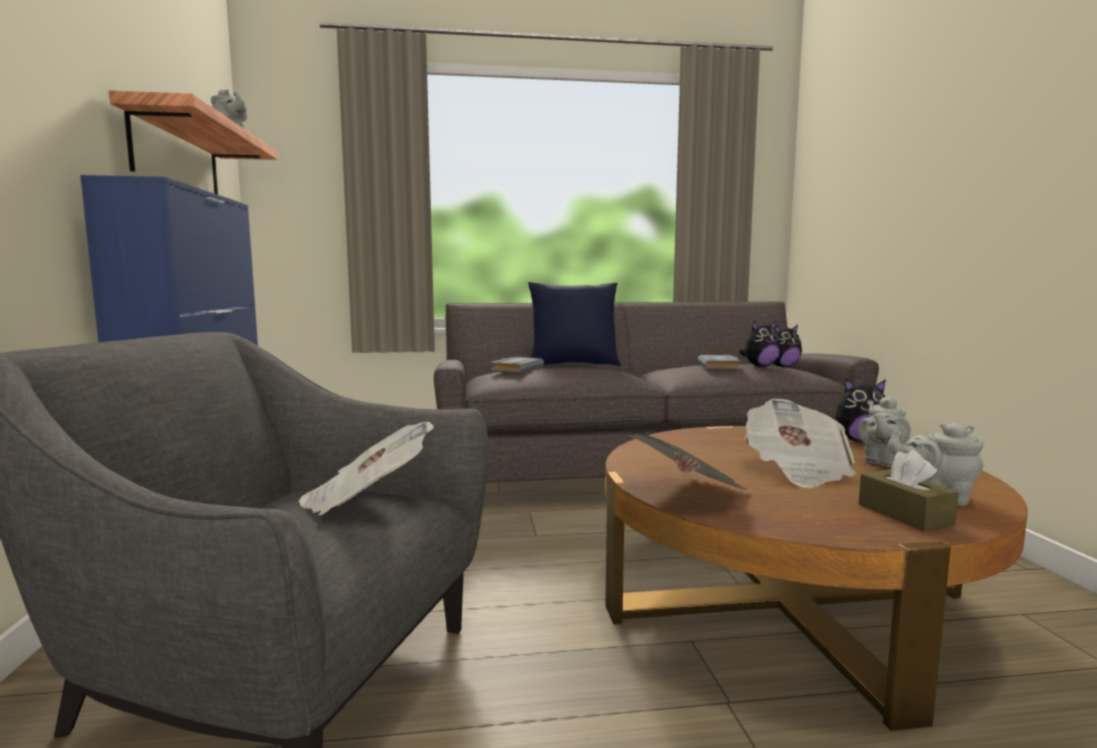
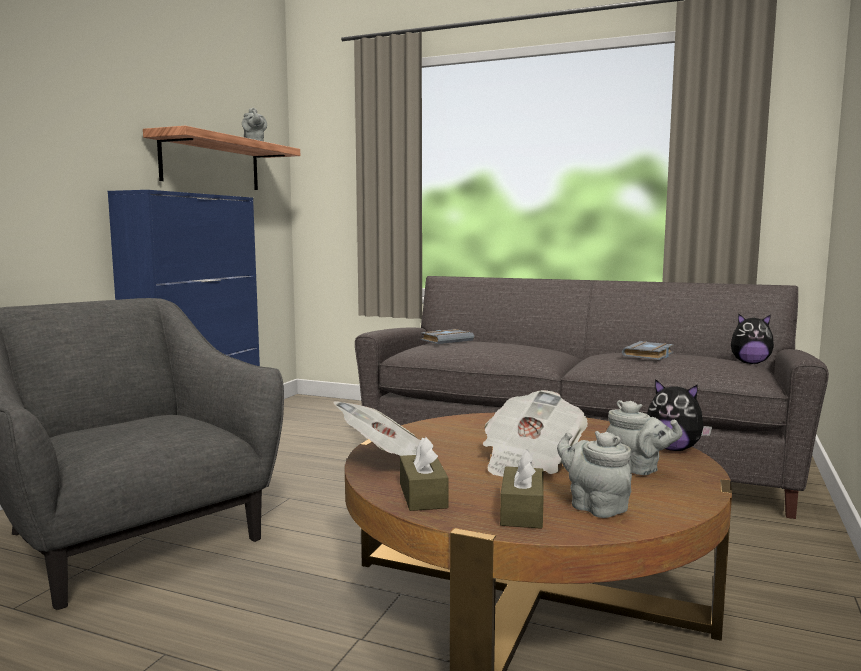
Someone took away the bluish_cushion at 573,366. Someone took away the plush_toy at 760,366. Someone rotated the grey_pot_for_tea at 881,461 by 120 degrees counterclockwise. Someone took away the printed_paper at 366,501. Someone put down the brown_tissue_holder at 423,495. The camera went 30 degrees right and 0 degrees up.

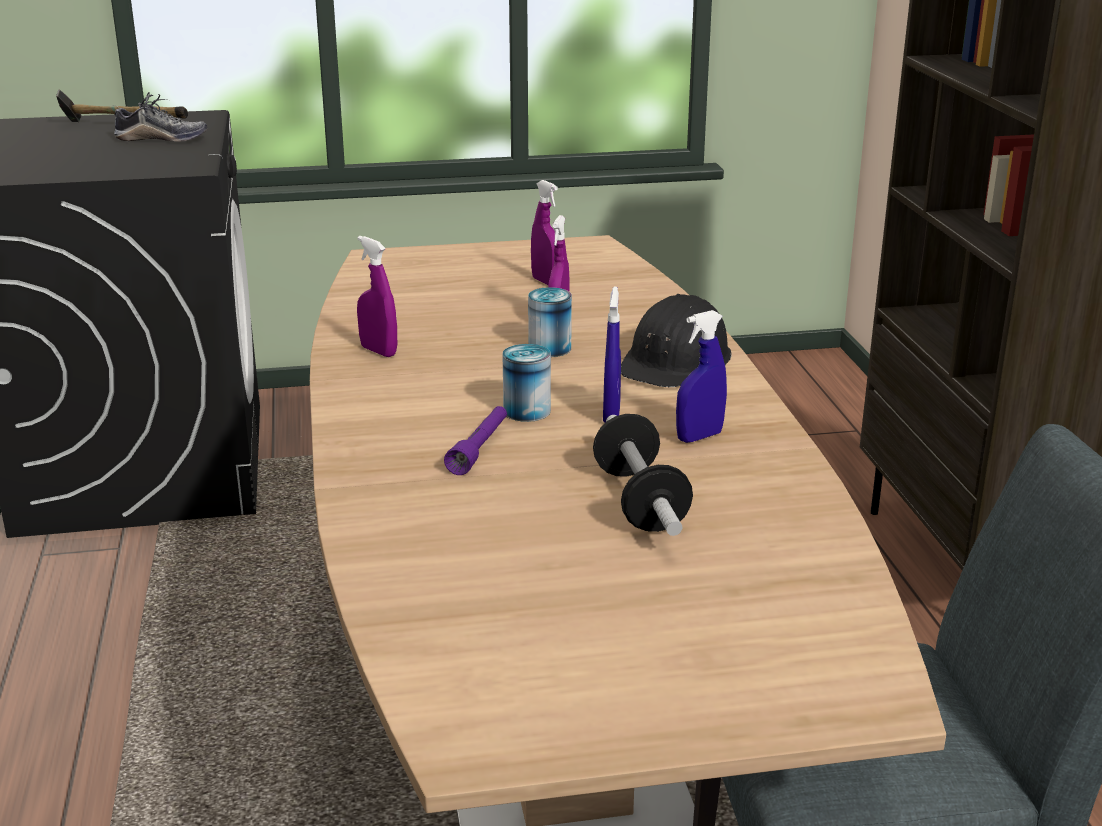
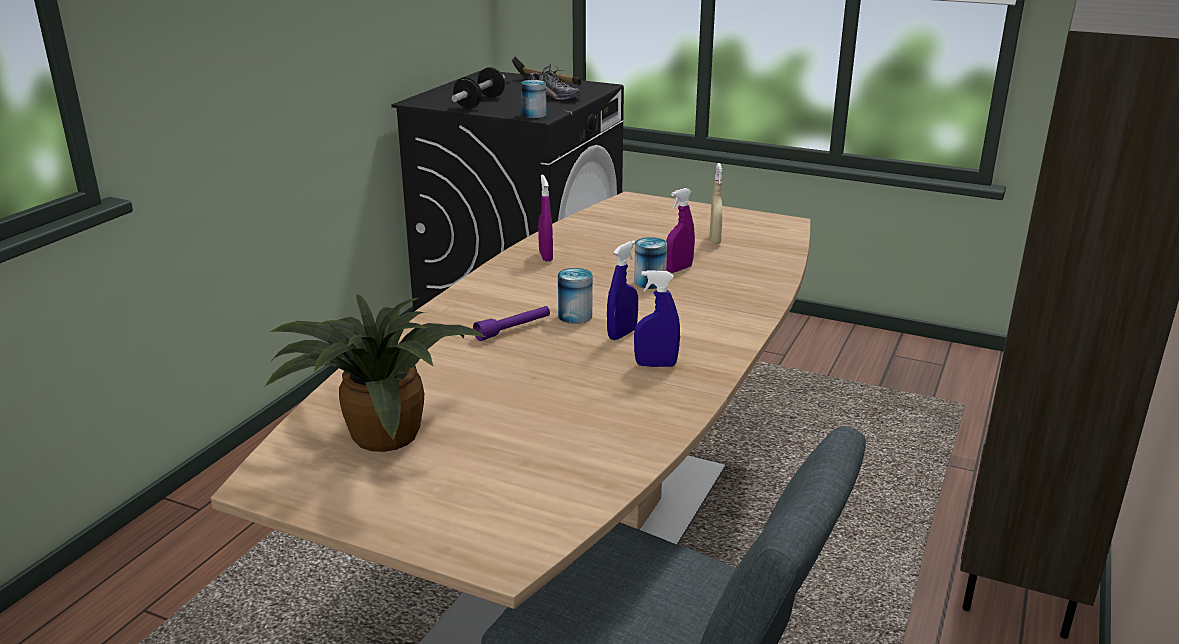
Someone repainted the purple_hand_sprayer at 546,282, which became the sand-coloured_hand_sprayer at 715,240. Someone took away the blackish_safety_helmet at 677,361. Someone carried the hand_weight from 640,501 to 480,102. Someone put down the sealed_can at 534,115. Someone put down the potted_plant at 380,433. The camera went 35 degrees right and 0 degrees up.

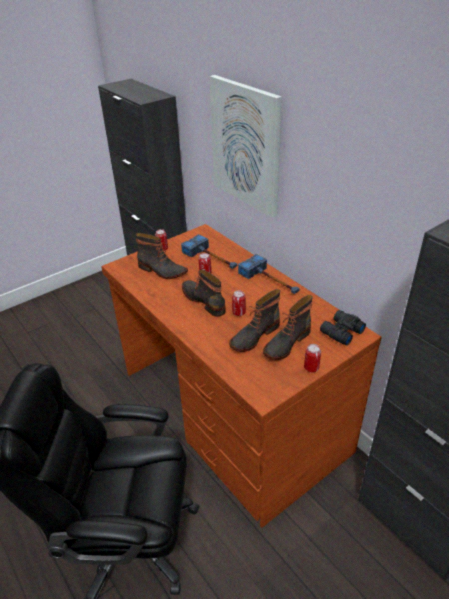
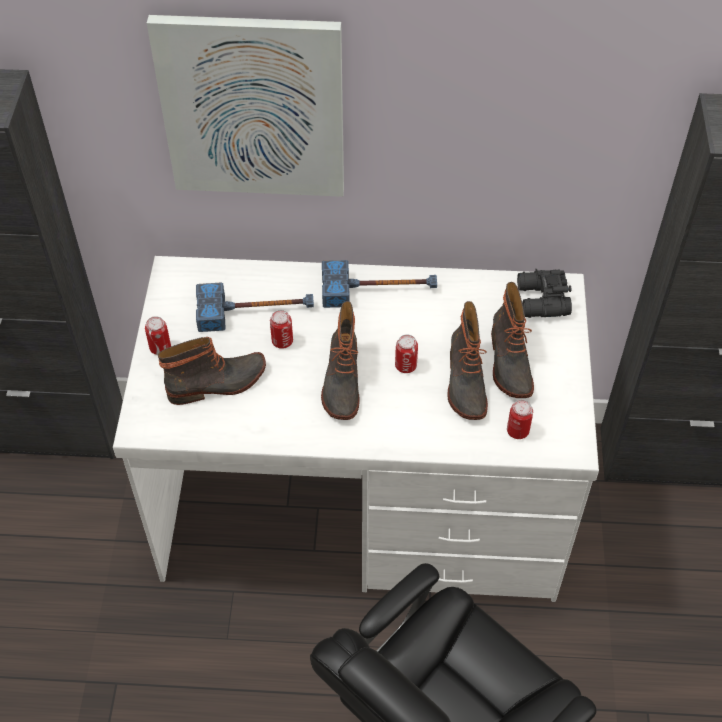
Someone repainted the brown_desk_table at 231,411, which became the white_desk_table at 363,504. Someone rotated the high-top_boot at 204,300 by 90 degrees counterclockwise. Someone carried the sealed_can from 311,368 to 517,431. The camera went 50 degrees left and 15 degrees up.

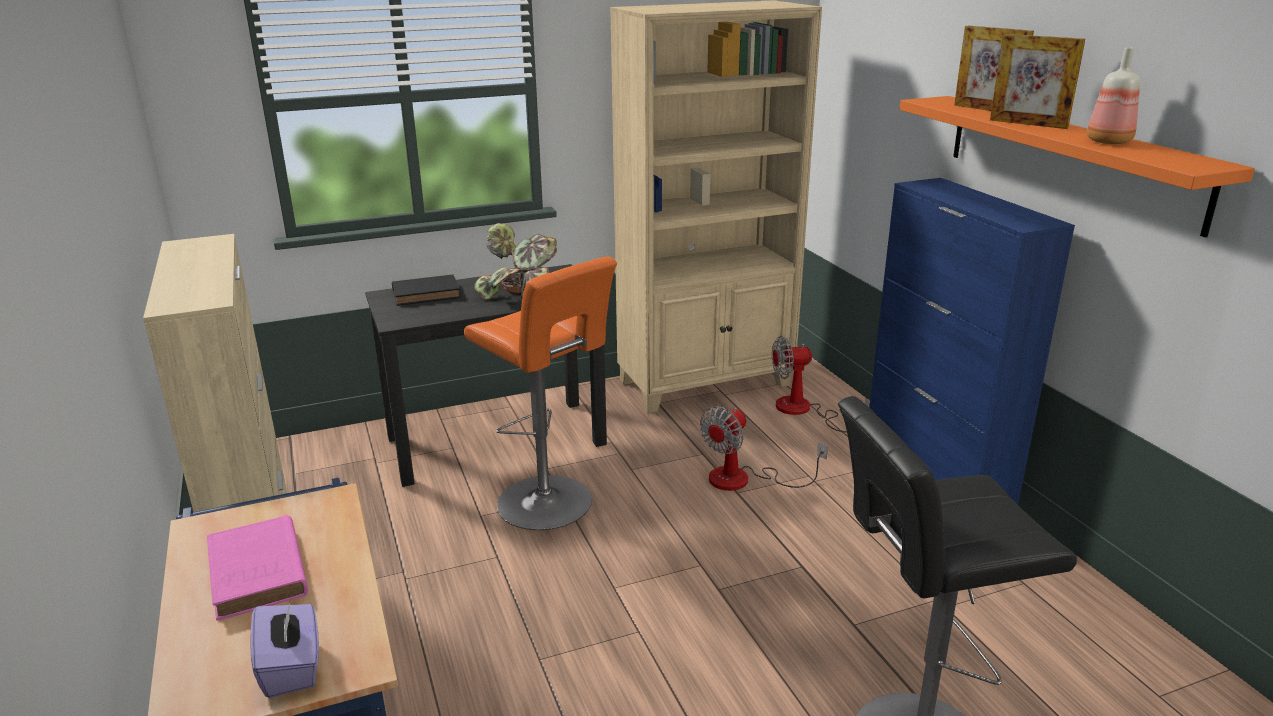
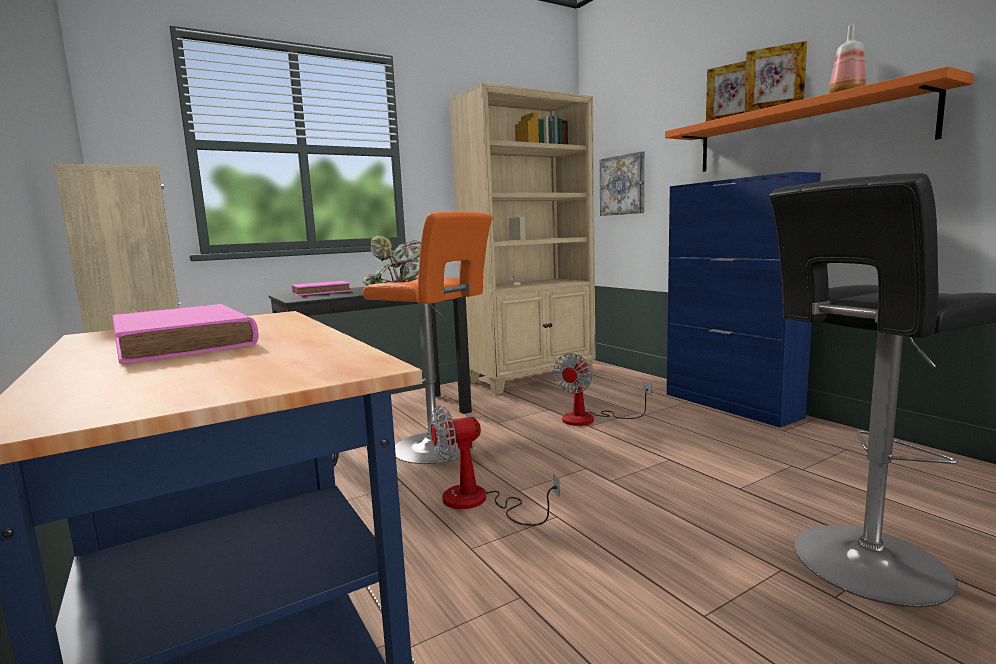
Someone repainted the blackish_volume at 428,294, which became the pinkish_volume at 323,292. Someone carried the fan from 804,411 to 478,502. Someone took away the purple_tissue_holder at 292,667. Someone put up the picture at 623,185. The camera went 10 degrees left and 15 degrees down.

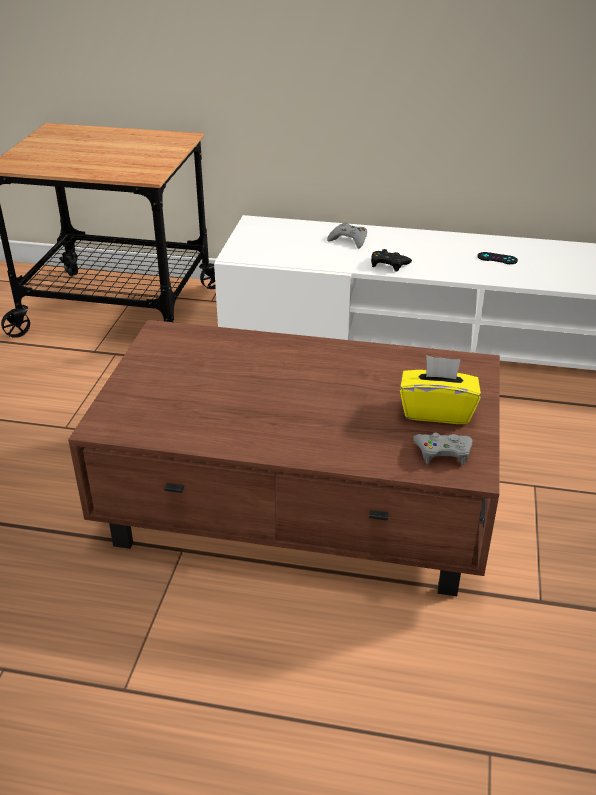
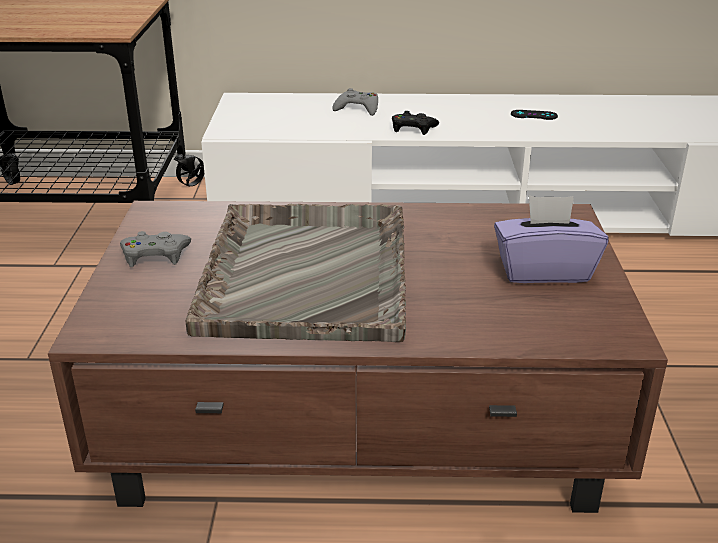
Someone repainted the yellow-coloured_tissue_holder at 437,411, which became the purple_tissue_holder at 544,270. Someone carried the grey_game_controller from 443,452 to 155,255. Someone put down the grey_serving_tray at 307,271. The camera went 10 degrees left and 5 degrees down.

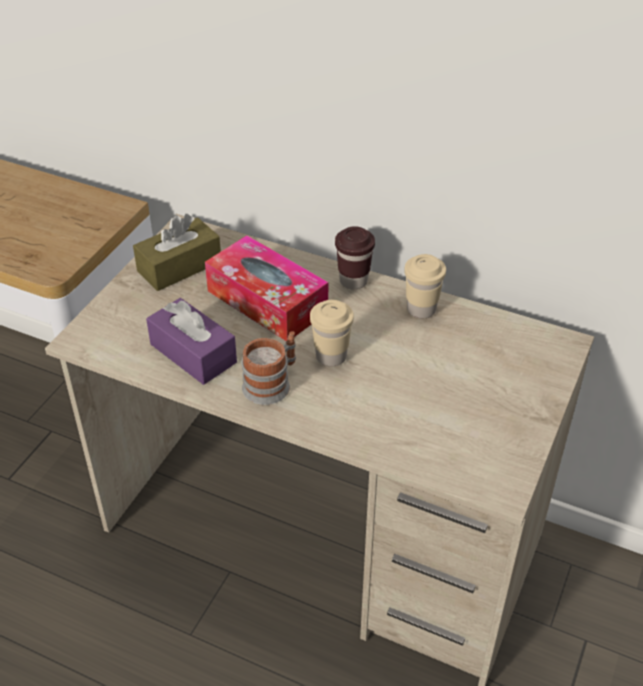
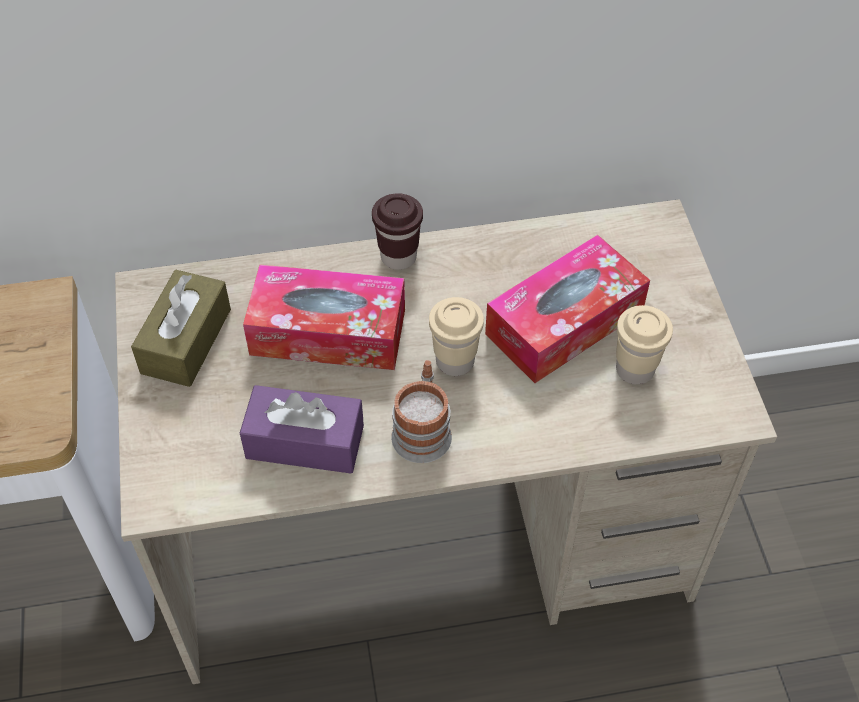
Someone carried the sand-coloured_cup from 421,309 to 635,370. Someone put down the tissue_holder at 564,323. The camera went 35 degrees left and 10 degrees up.

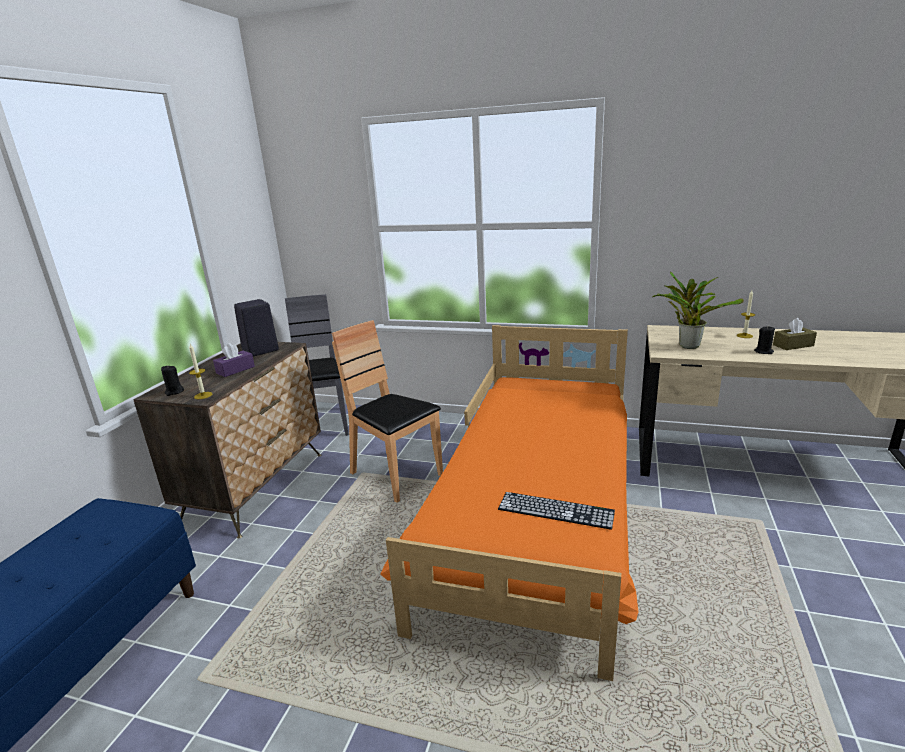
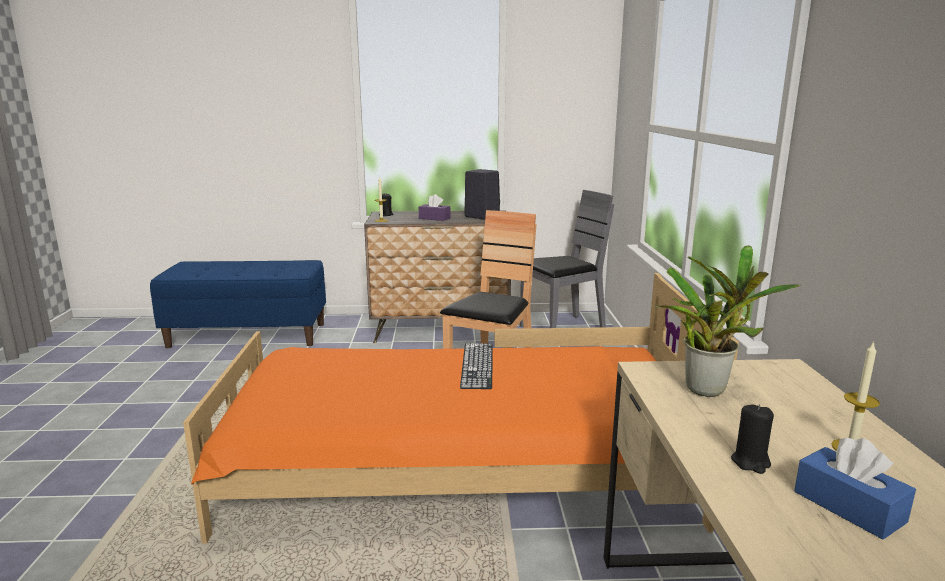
Someone repainted the brown_tissue_holder at 793,345, which became the bluish_tissue_holder at 848,506. Someone carried the PC_keyboard from 555,510 to 477,365. The camera went 70 degrees right and 5 degrees down.

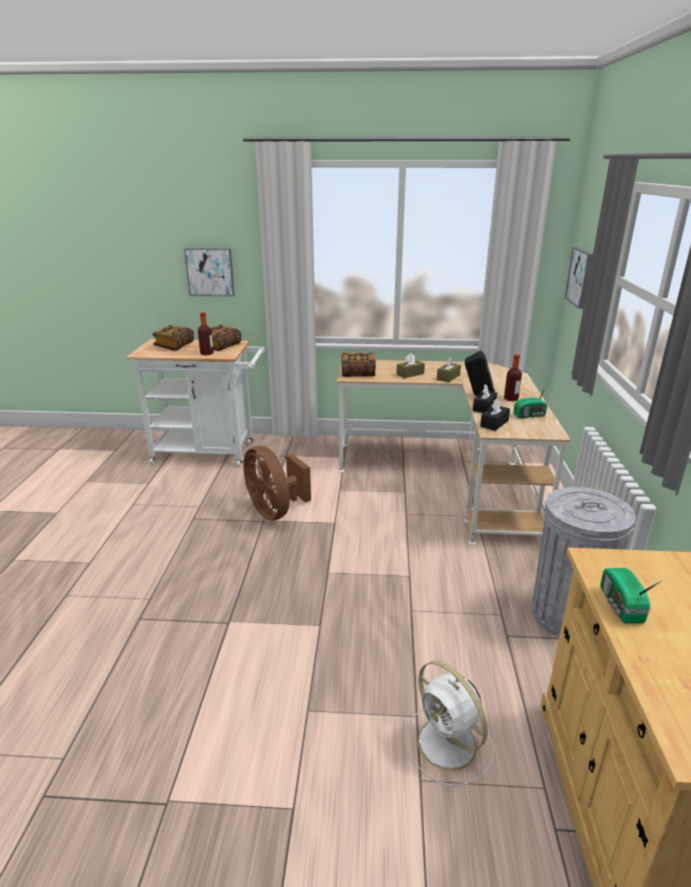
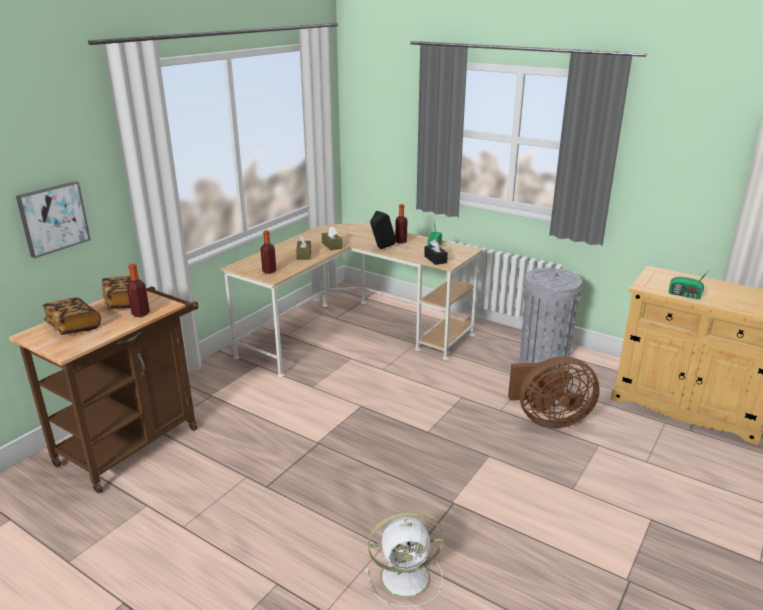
Someone took away the picture at 581,277. Someone repainted the white_wheeled_cart at 210,453, which became the brown_wheeled_cart at 135,441. Someone swapped the volume at 358,373 for the bottle at 269,271. Someone took away the blackish_tissue_holder at 484,407. Someone carried the brown_fan from 275,511 to 548,419. Someone carried the white_fan from 449,745 to 407,577. The camera went 60 degrees left and 0 degrees up.

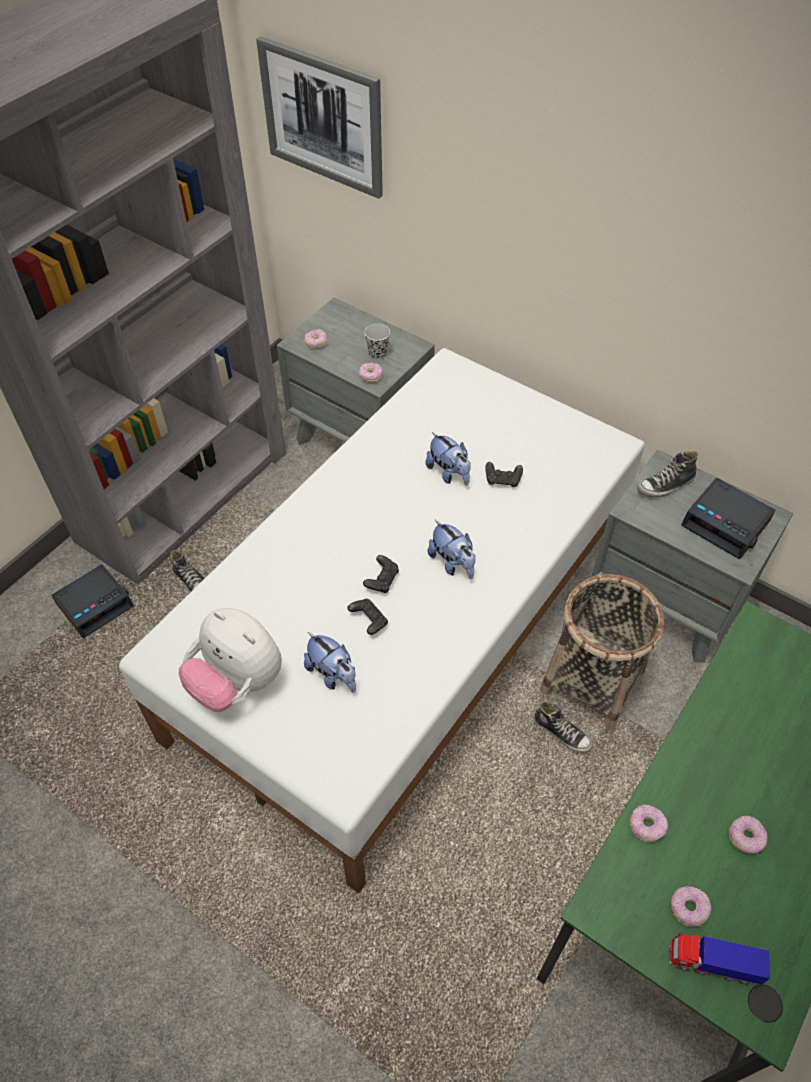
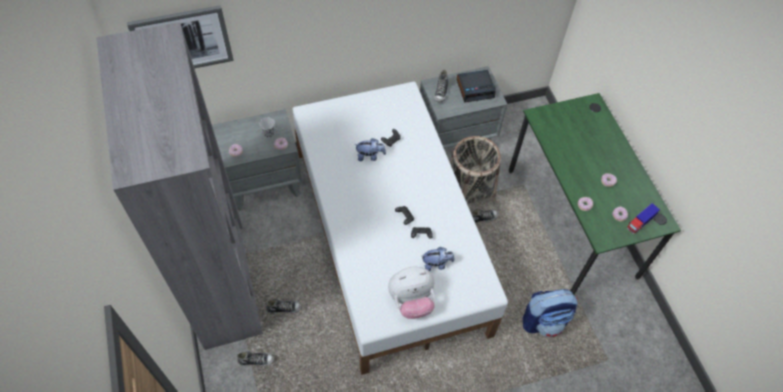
Someone took away the plush_toy at 452,563. Someone swapped the table_clock at 95,604 for the shoe at 256,360. Someone put down the knapsack at 544,321. The camera went 55 degrees left and 5 degrees up.

